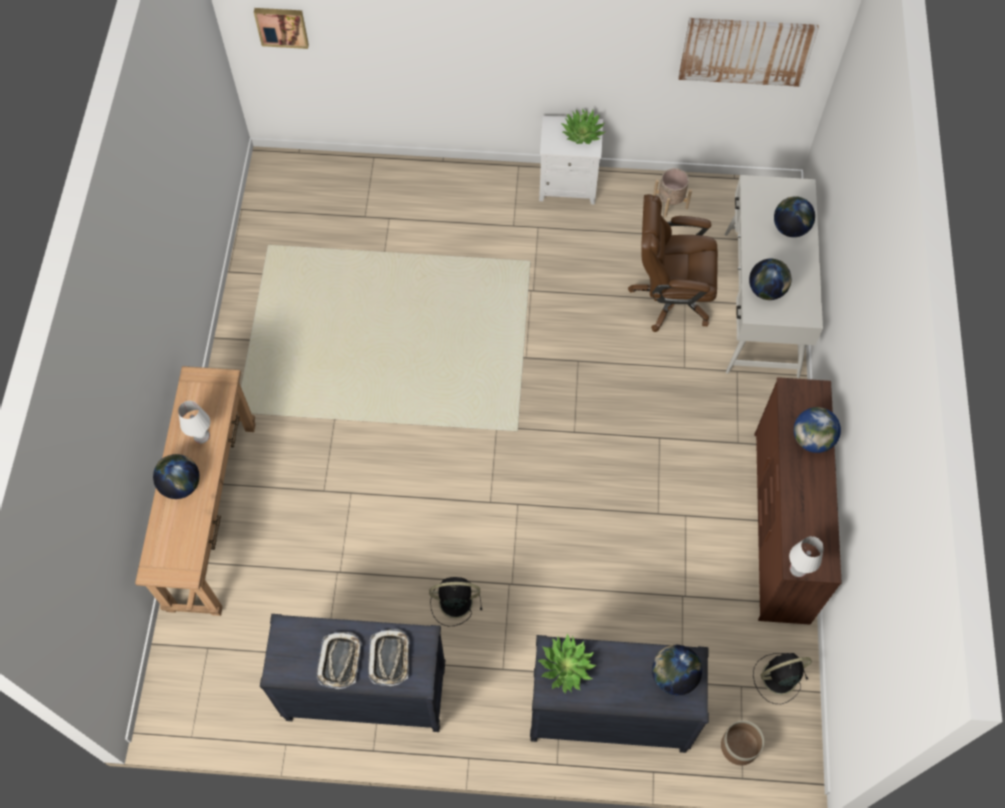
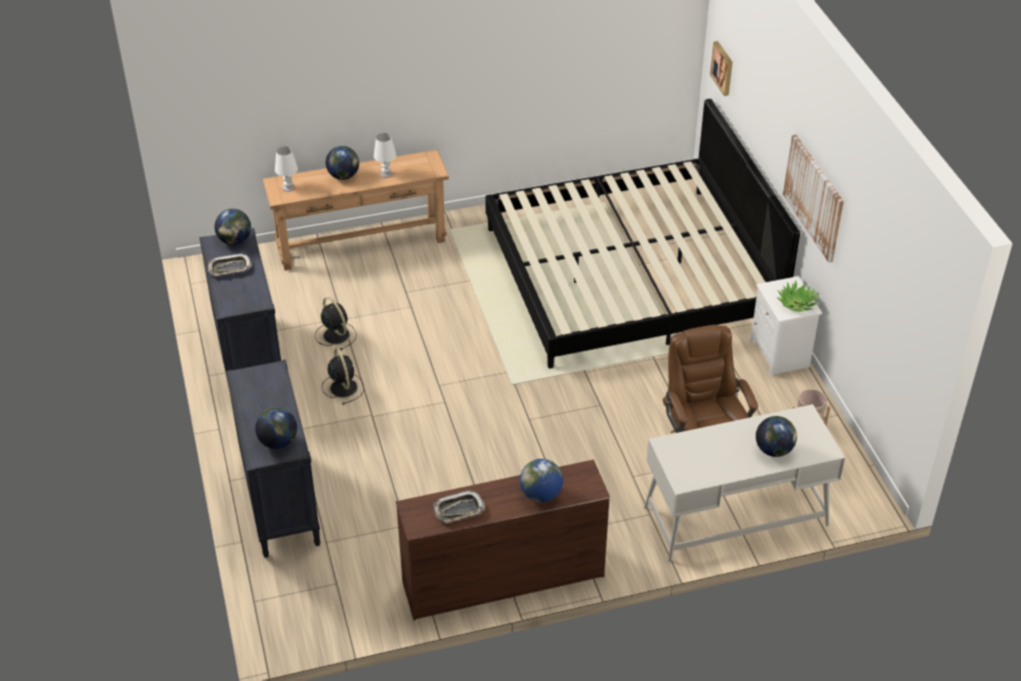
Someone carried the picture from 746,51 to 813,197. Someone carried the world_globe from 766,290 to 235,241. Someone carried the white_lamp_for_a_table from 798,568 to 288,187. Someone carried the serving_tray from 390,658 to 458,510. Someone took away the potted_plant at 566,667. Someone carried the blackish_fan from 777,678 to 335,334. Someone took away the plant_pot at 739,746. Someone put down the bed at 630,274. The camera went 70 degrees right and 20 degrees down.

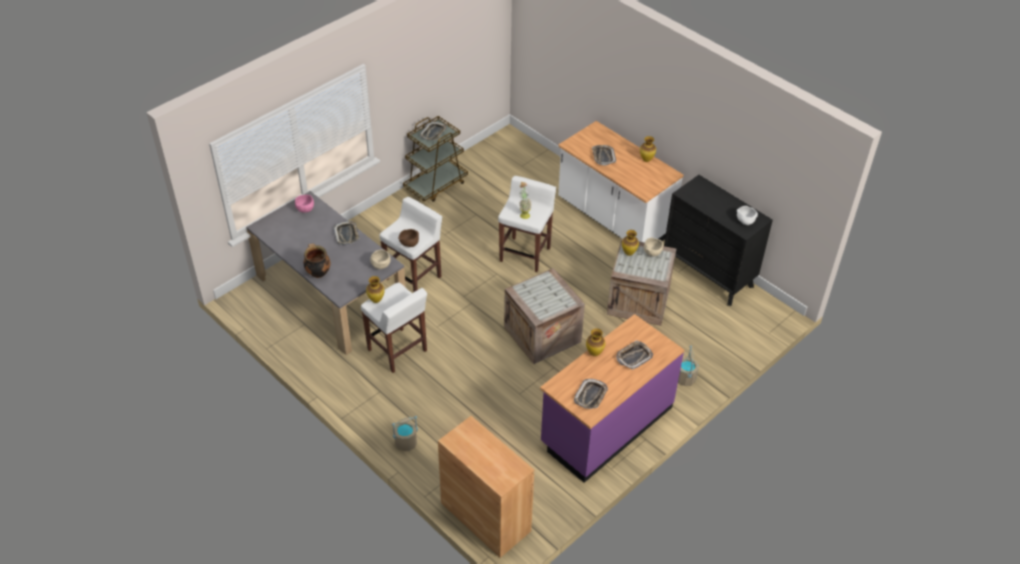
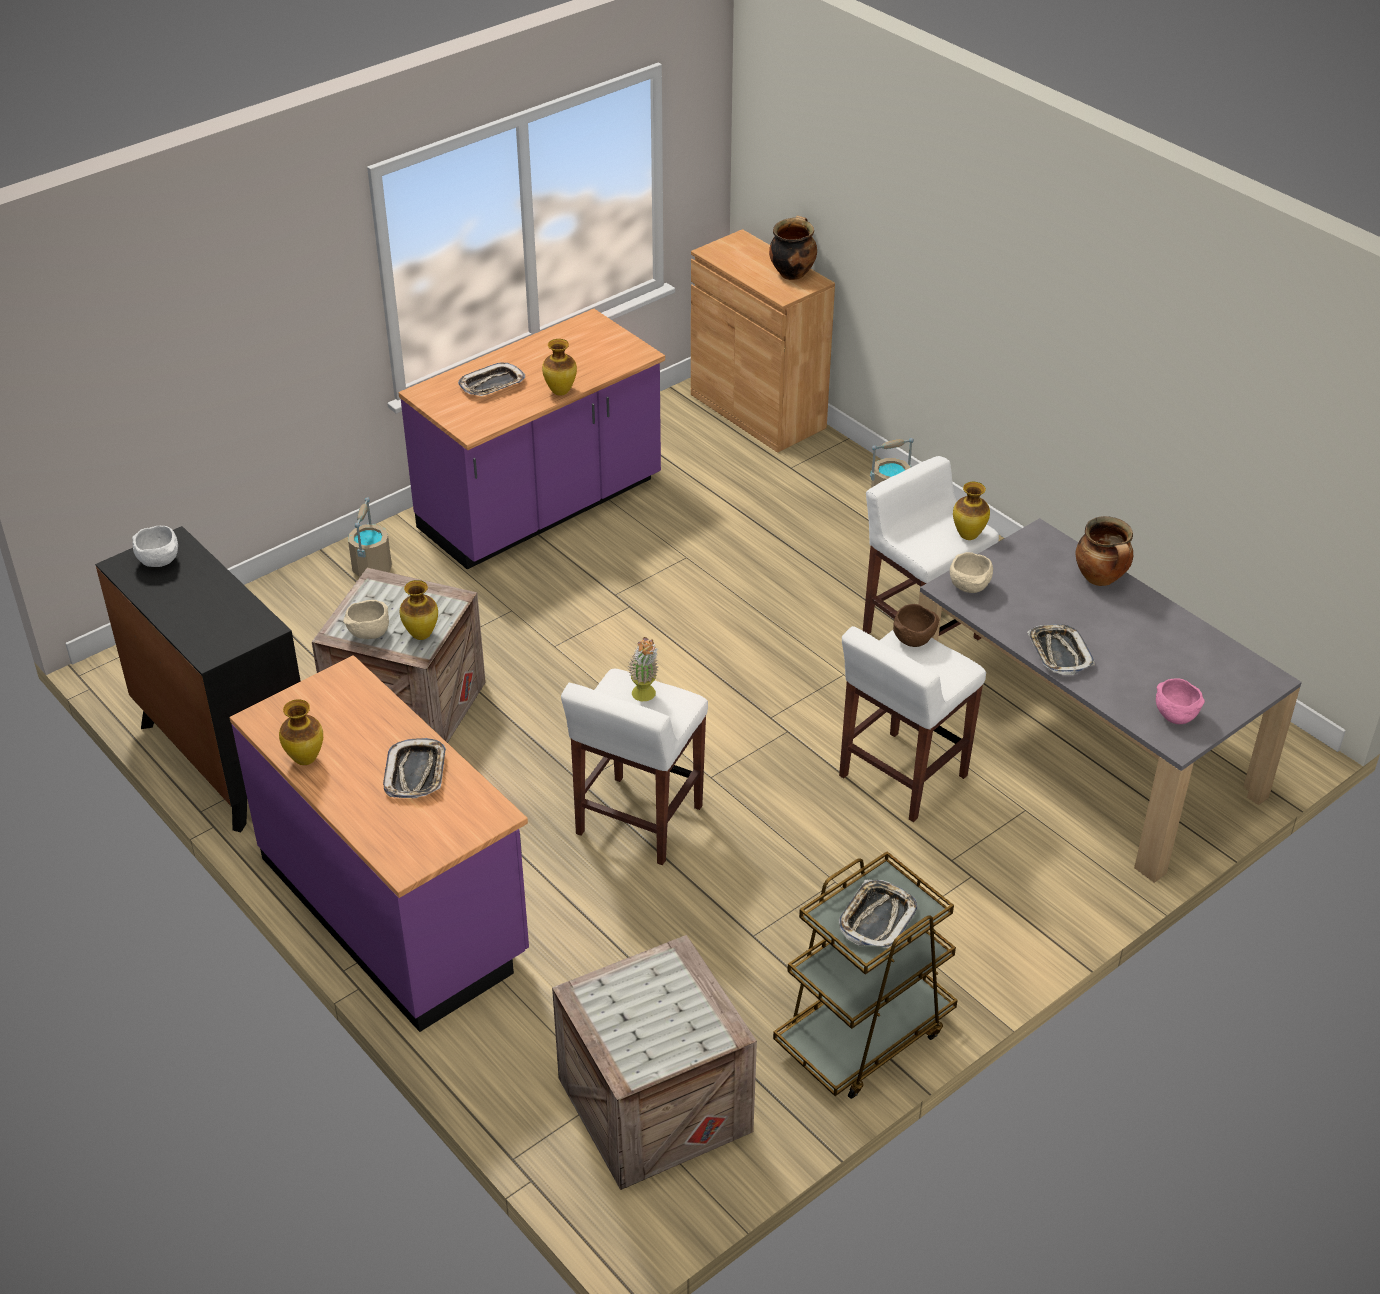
Someone repainted the white_kitchen_base_unit at 613,218, which became the purple_kitchen_base_unit at 395,908. Someone carried the shipping_crate from 542,335 to 655,1102. Someone took away the serving_tray at 591,396. Someone put down the cooking_pot at 792,273. The camera went 175 degrees left and 5 degrees down.

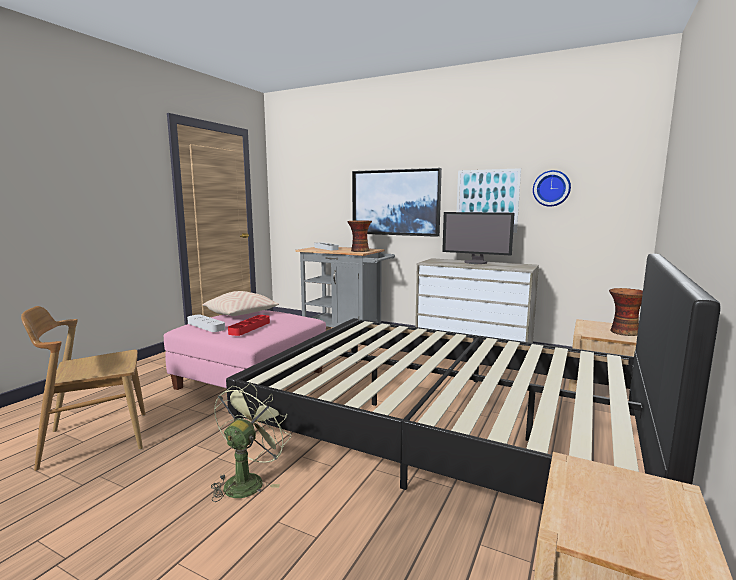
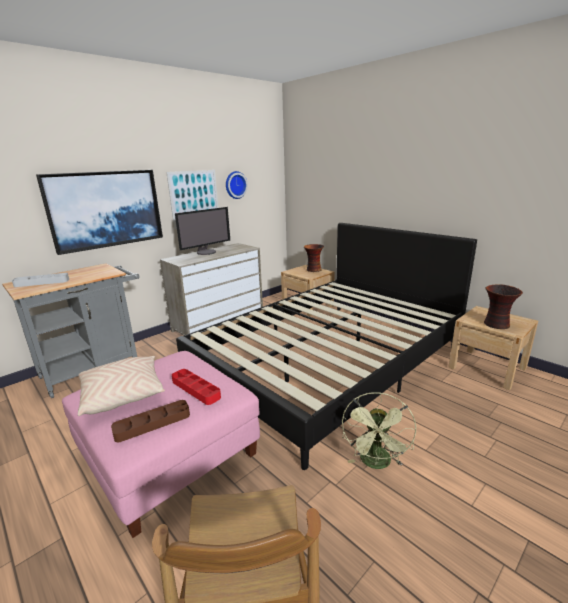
Someone carried the flower_vase from 359,251 to 496,324. Someone repainted the grey_serving_tray at 206,326, which became the brown_serving_tray at 152,423. Someone rotated the green_fan at 248,480 by 120 degrees counterclockwise. The camera went 70 degrees left and 10 degrees up.

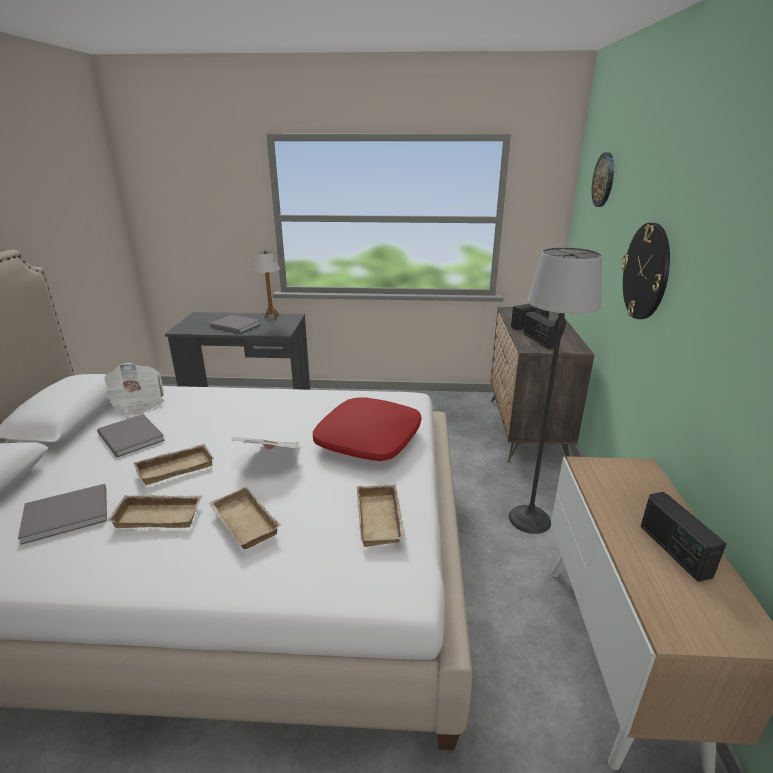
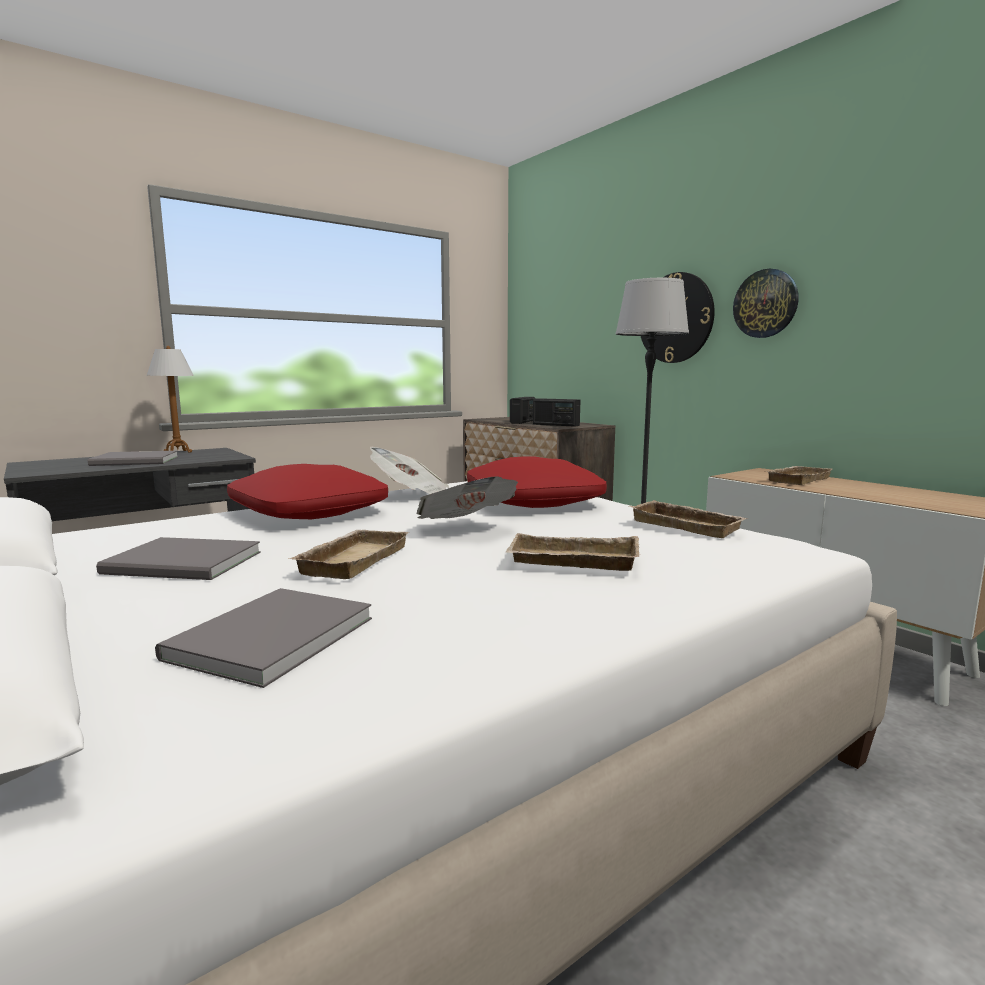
Someone carried the clock_on_the_wall from 604,180 to 765,303. Someone carried the printed_paper from 137,403 to 412,495. Someone took away the radio_set at 674,550. Someone carried the sand-coloured_serving_tray from 160,515 to 796,479. Someone put down the reddish_cushion at 307,511. The camera went 40 degrees left and 15 degrees down.

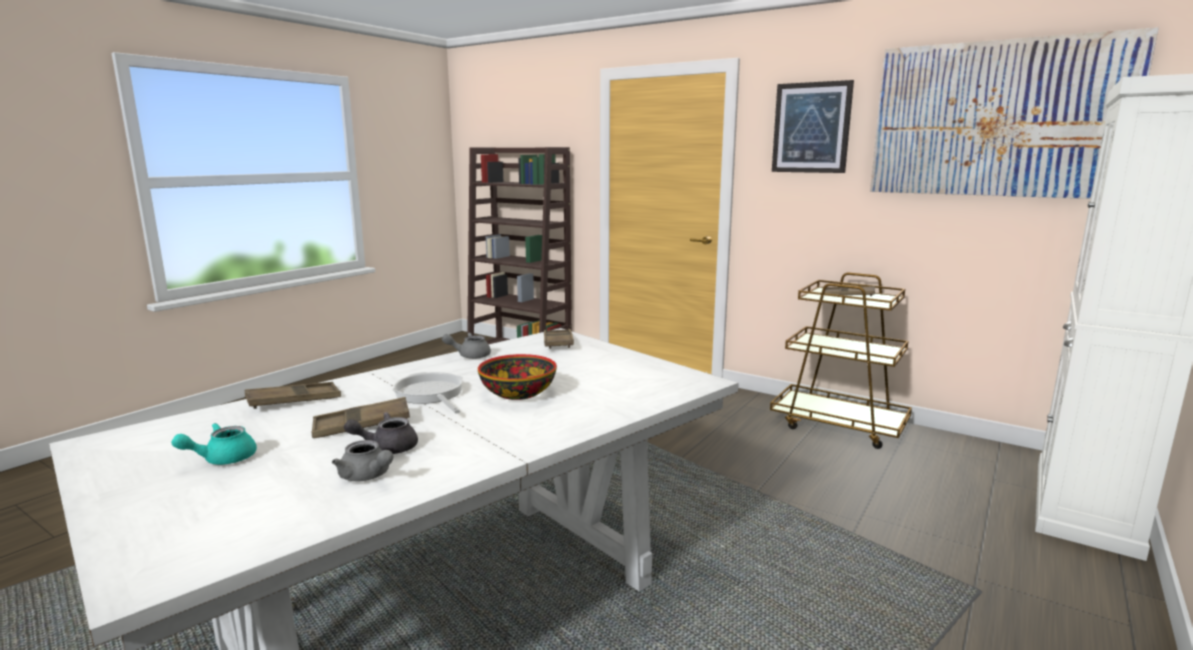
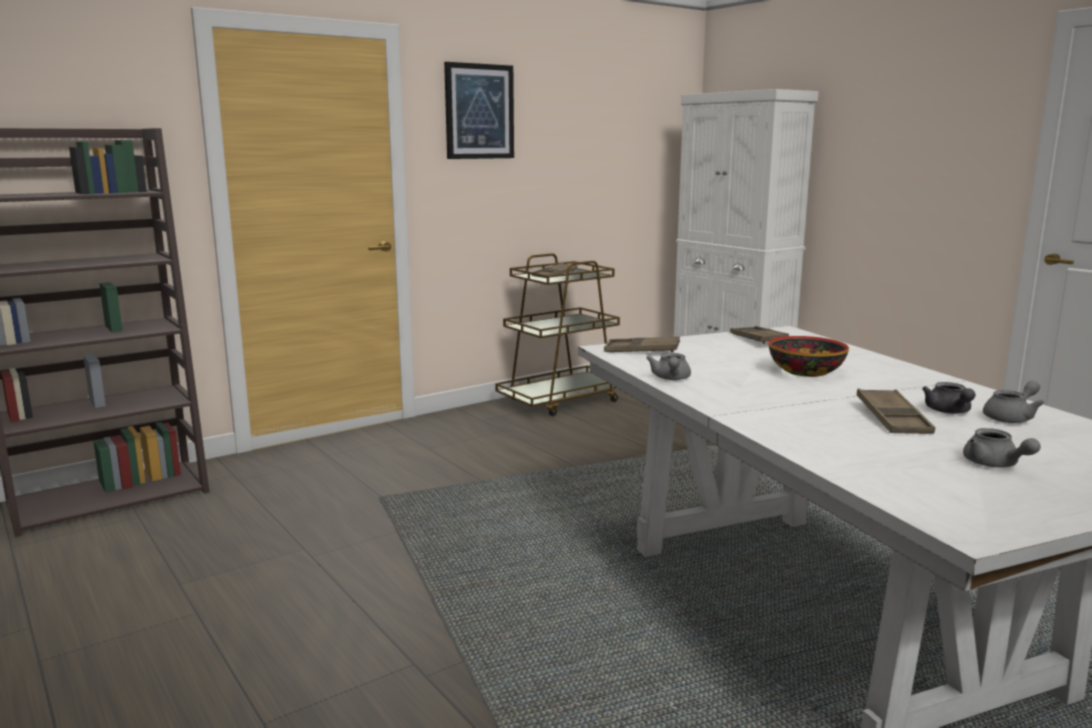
Someone took away the picture at 997,119. Someone took away the pan at 430,394. Someone carried the brown_serving_tray from 294,400 to 758,339. Someone repainted the turquoise-coloured_pot_for_tea at 222,459, which became the grey_pot_for_tea at 995,465. The camera went 70 degrees left and 0 degrees up.

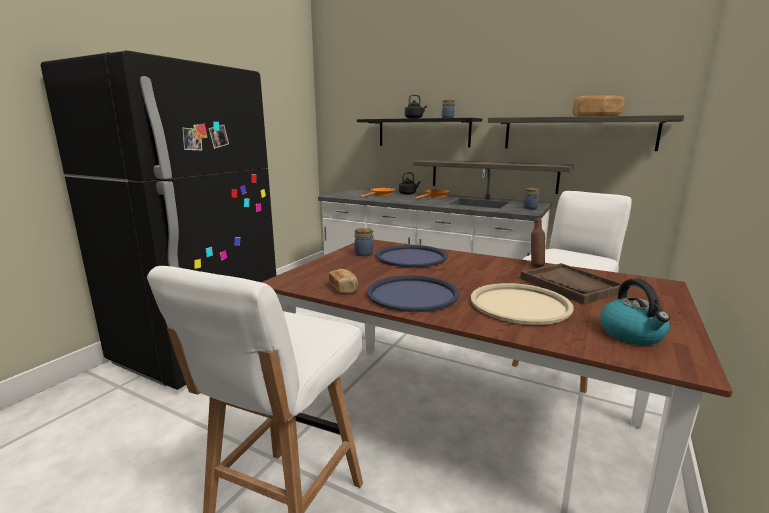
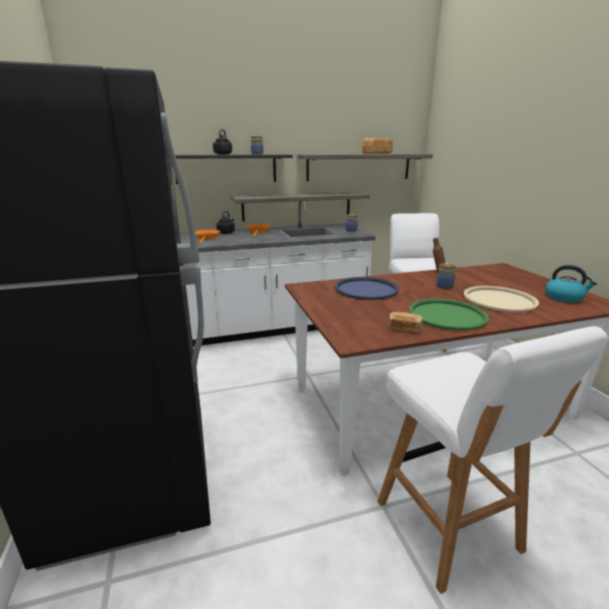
Someone carried the storage_jar from 364,254 to 444,286. Someone took away the brown_serving_tray at 571,285. Someone repainted the bluish_serving_tray at 413,294, which became the green_serving_tray at 447,315. The camera went 45 degrees left and 5 degrees up.

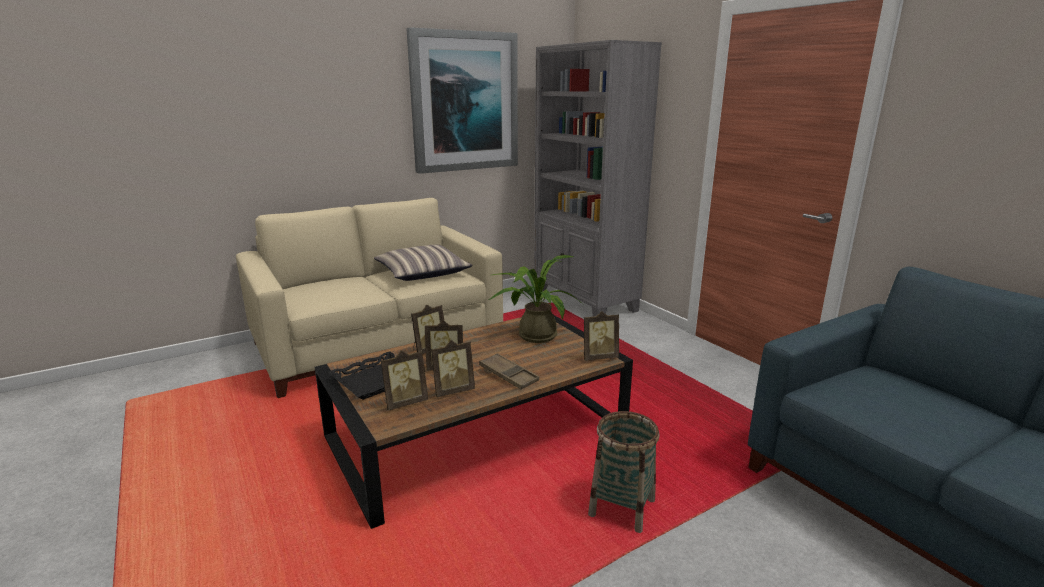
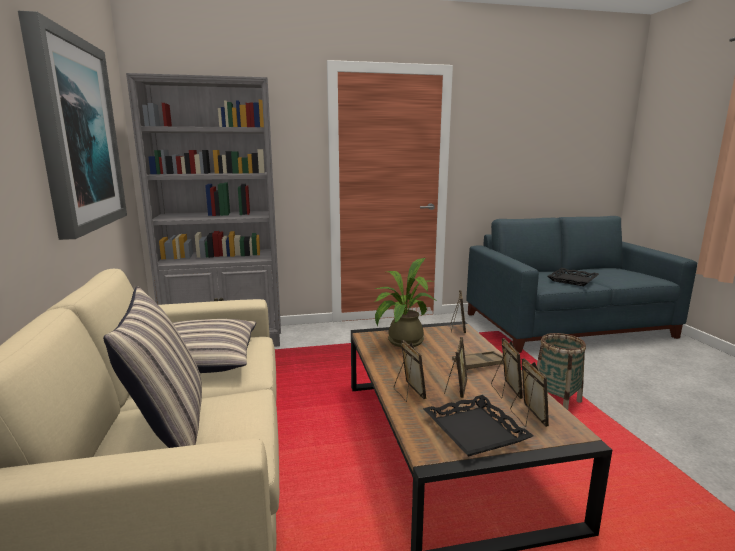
Someone put down the blackish_serving_tray at 572,280. Someone put down the cushion at 169,428. The camera went 70 degrees left and 5 degrees down.

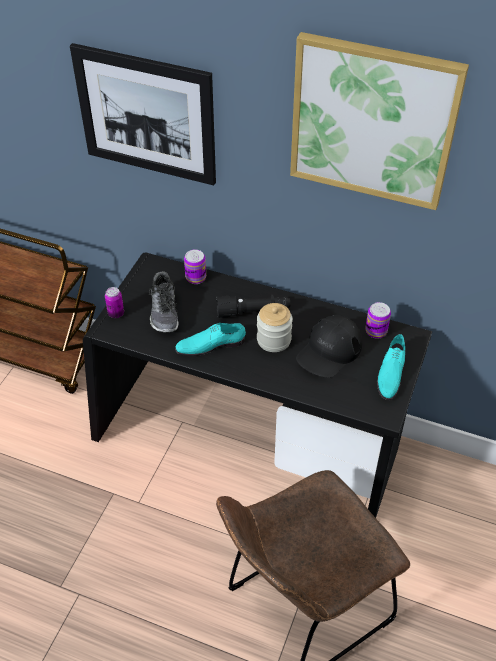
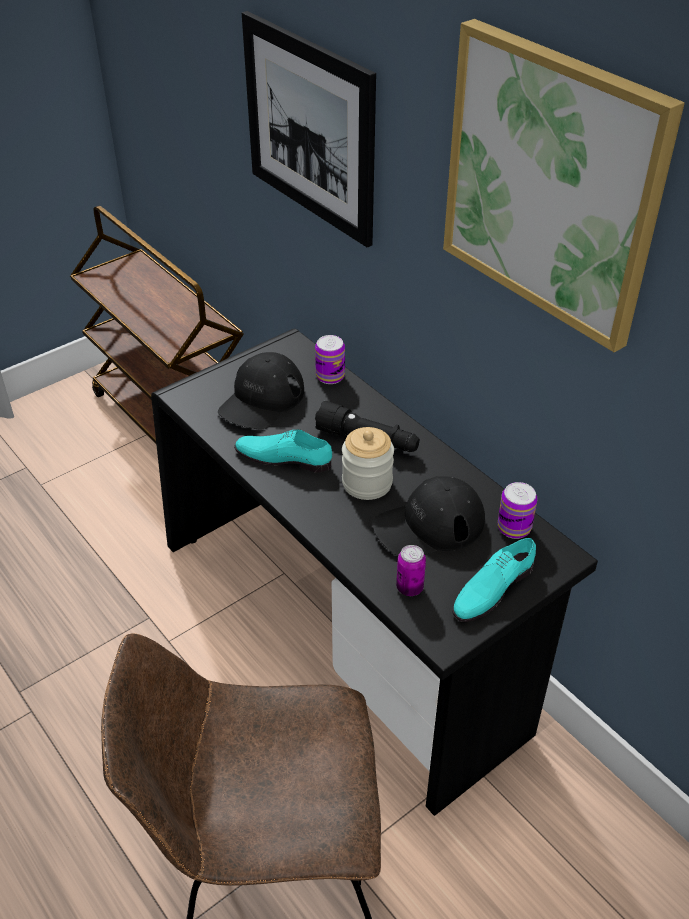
Someone swapped the shoe at 164,312 for the blackish_peaked_cap at 262,400. Someone carried the sealed_can from 116,313 to 409,588. The camera went 30 degrees right and 5 degrees down.

